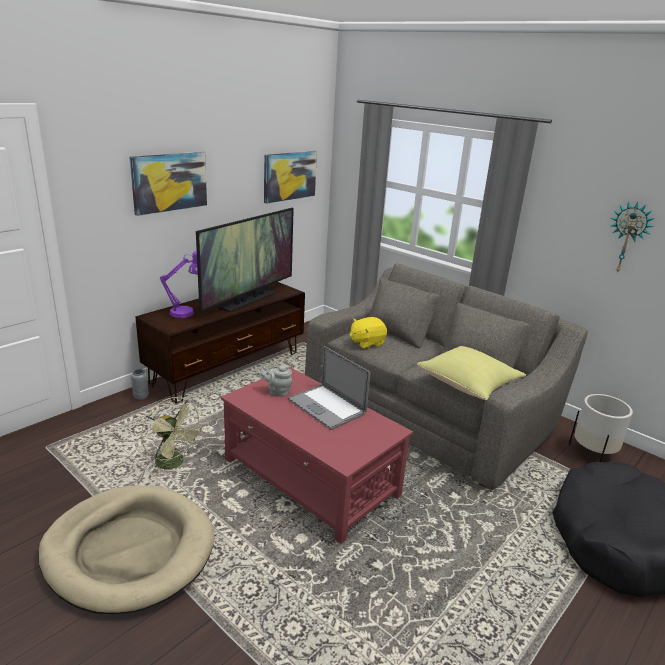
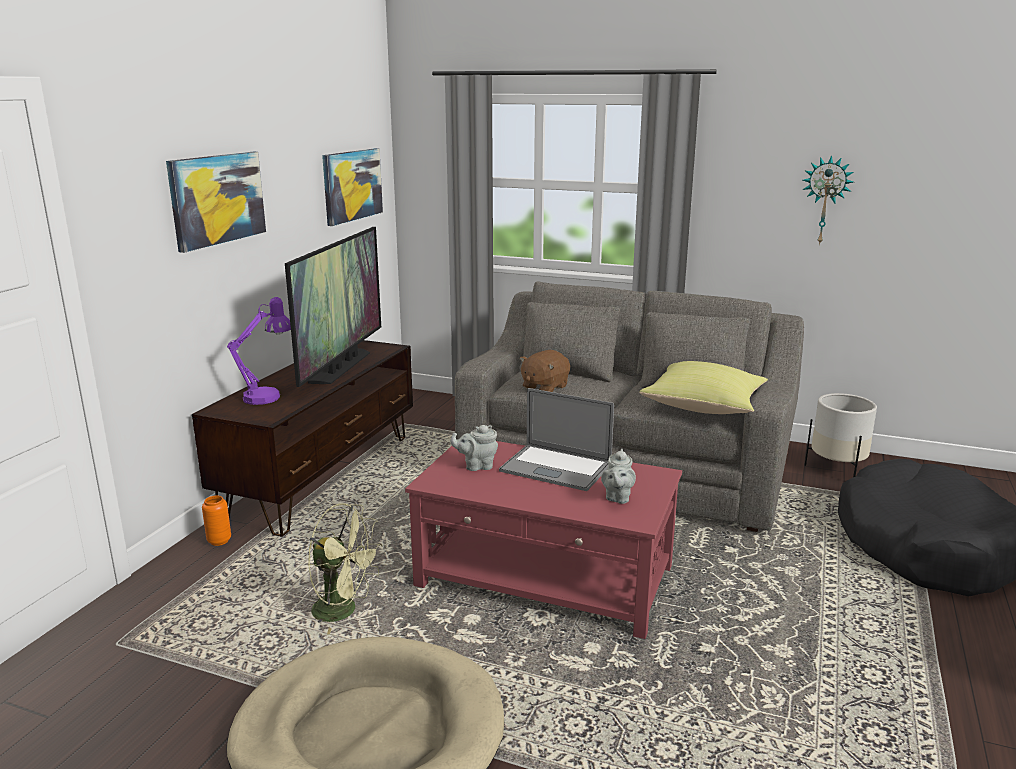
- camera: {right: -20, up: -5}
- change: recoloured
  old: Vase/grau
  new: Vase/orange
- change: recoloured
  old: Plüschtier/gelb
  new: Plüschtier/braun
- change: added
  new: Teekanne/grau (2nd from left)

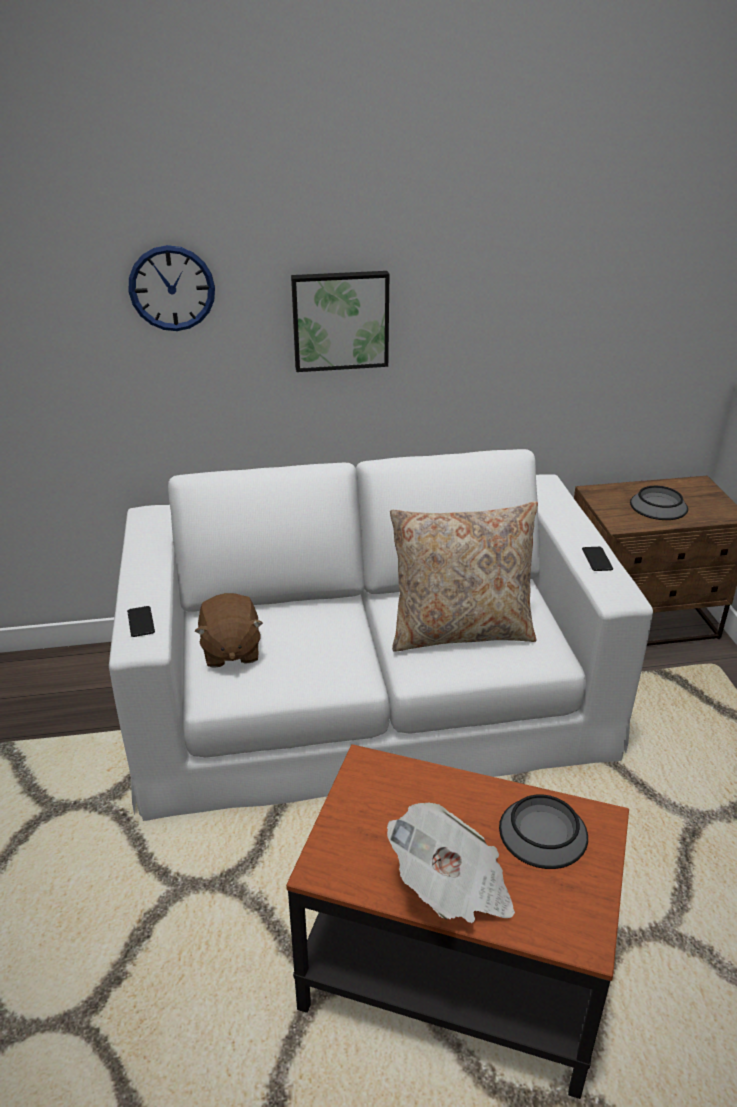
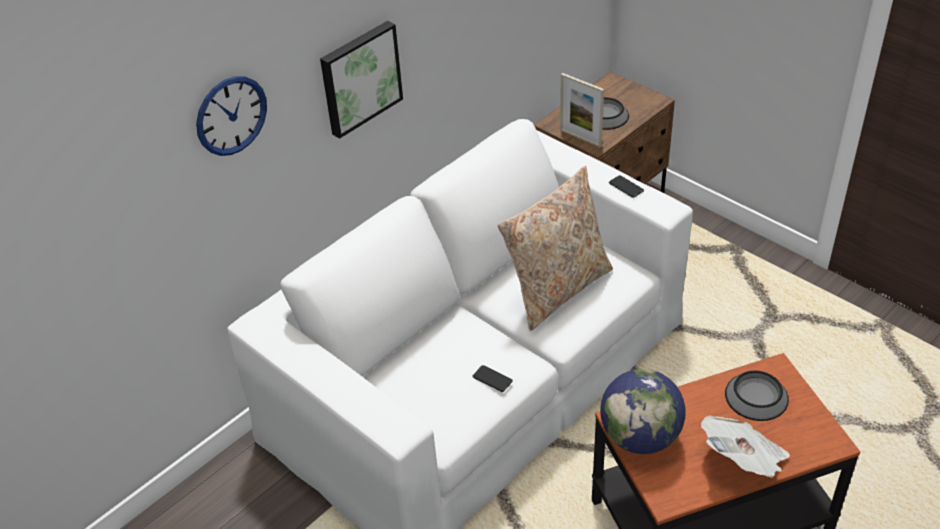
- camera: {right: -35, up: 10}
- change: moved
  old: Handy (1st from left)
- change: added
  new: Bilderrahmen
- change: added
  new: Globus
- change: removed
  old: Plüschtier/braun

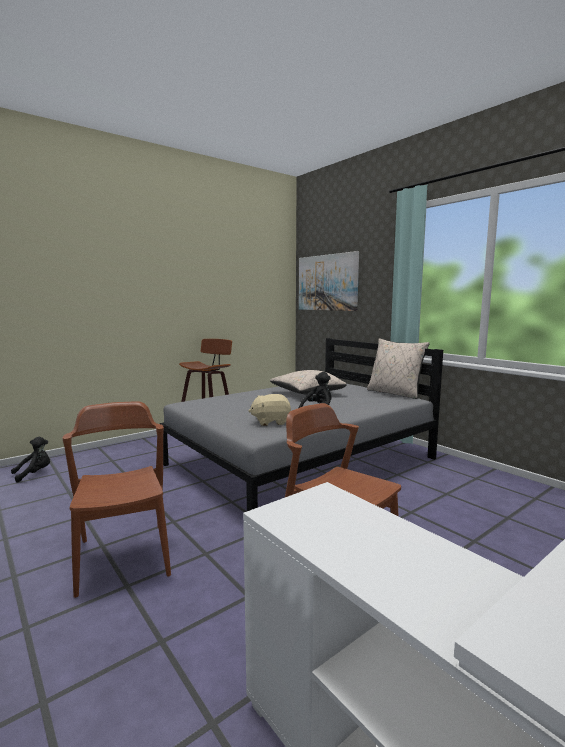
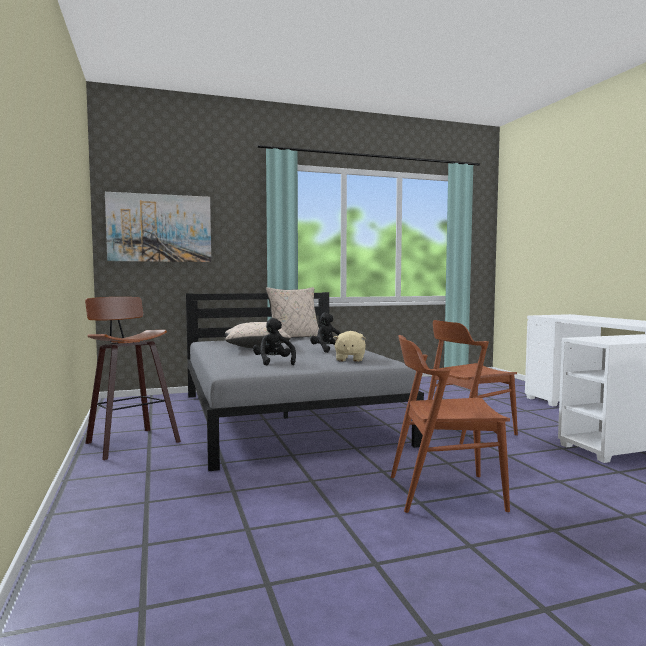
- camera: {right: -70, up: -5}
- change: moved
  old: Plüschtier/schwarz (1st from left)

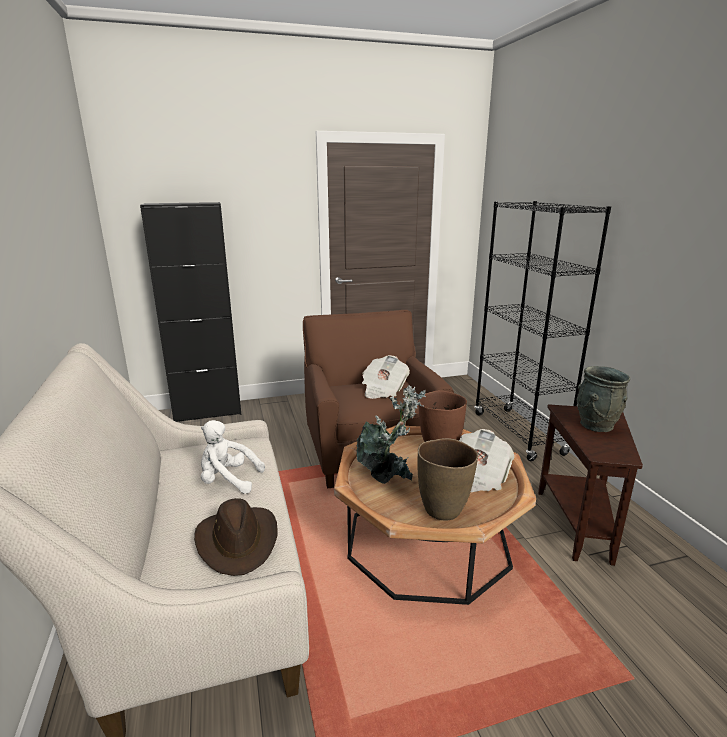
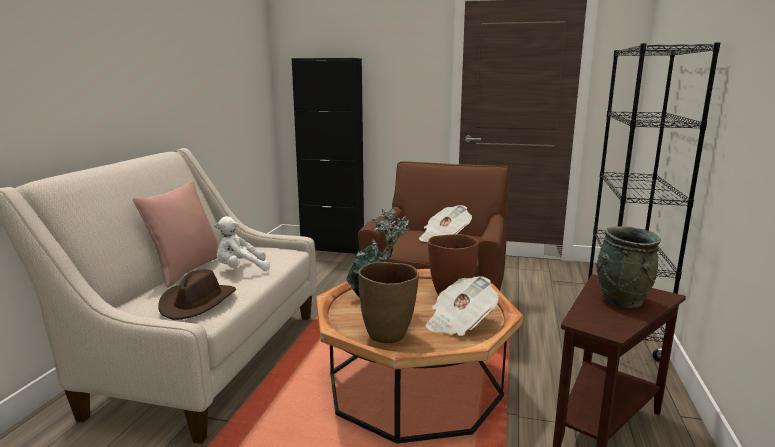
- camera: {right: 30, up: -5}
- change: added
  new: Kissen/rosa
- change: turned
  old: Plüschtier/weiß
  degrees: -60

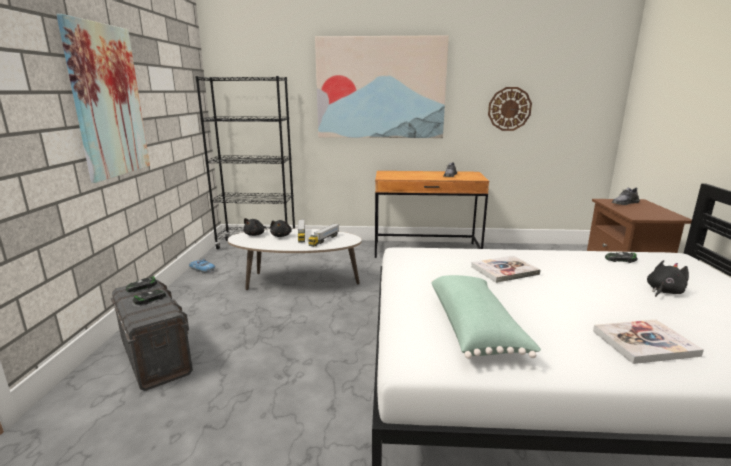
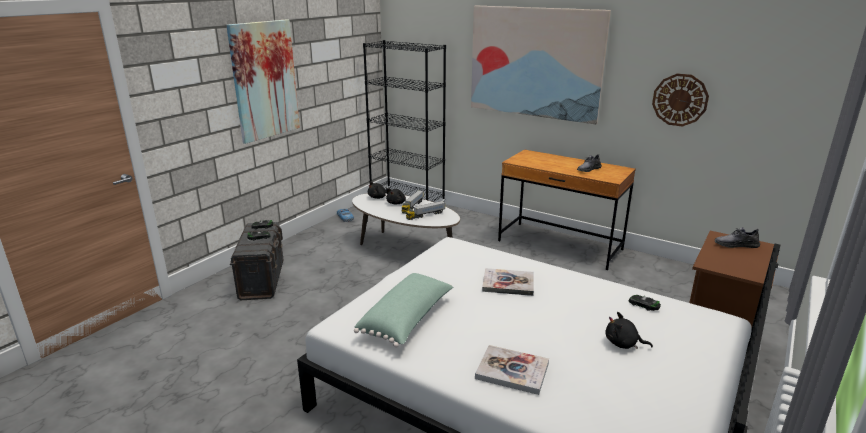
- camera: {right: 30, up: 5}
- change: turned
  old: Plüschtier/schwarz (3rd from left)
  degrees: -150

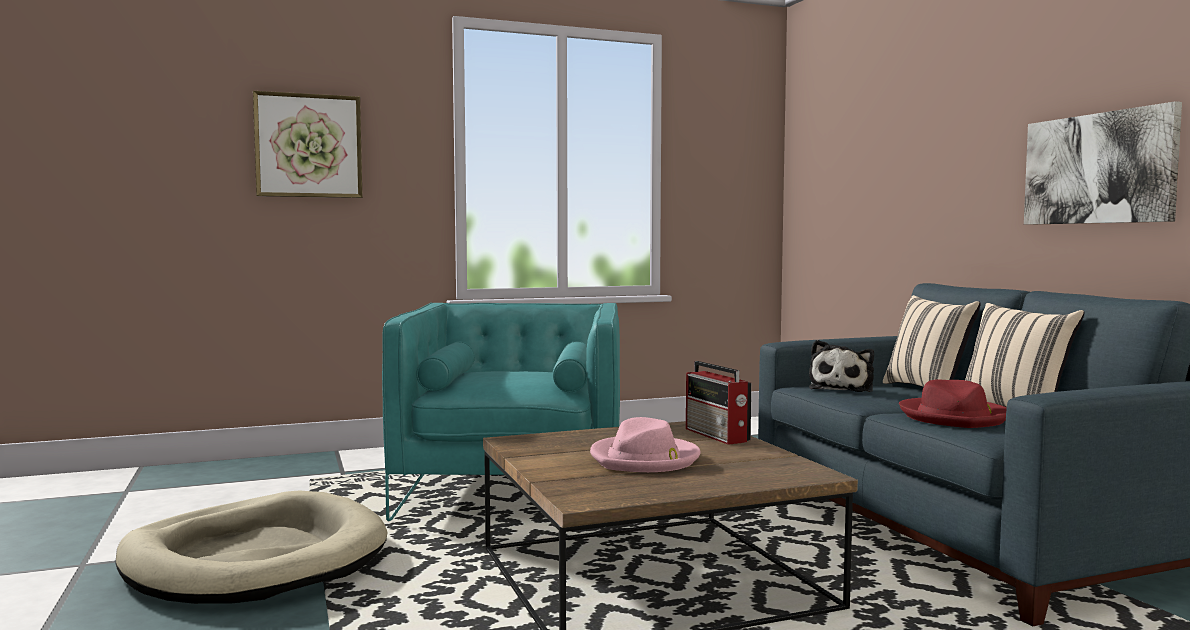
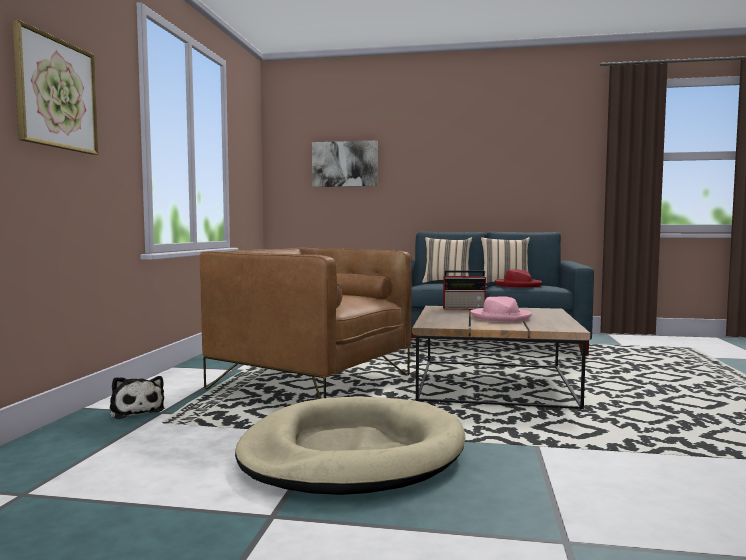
- camera: {right: -60, up: 0}
- change: moved
  old: Plüschtier
- change: recoloured
  old: Sessel/türkis
  new: Sessel/braun
- change: moved
  old: Bild (2nd from left)

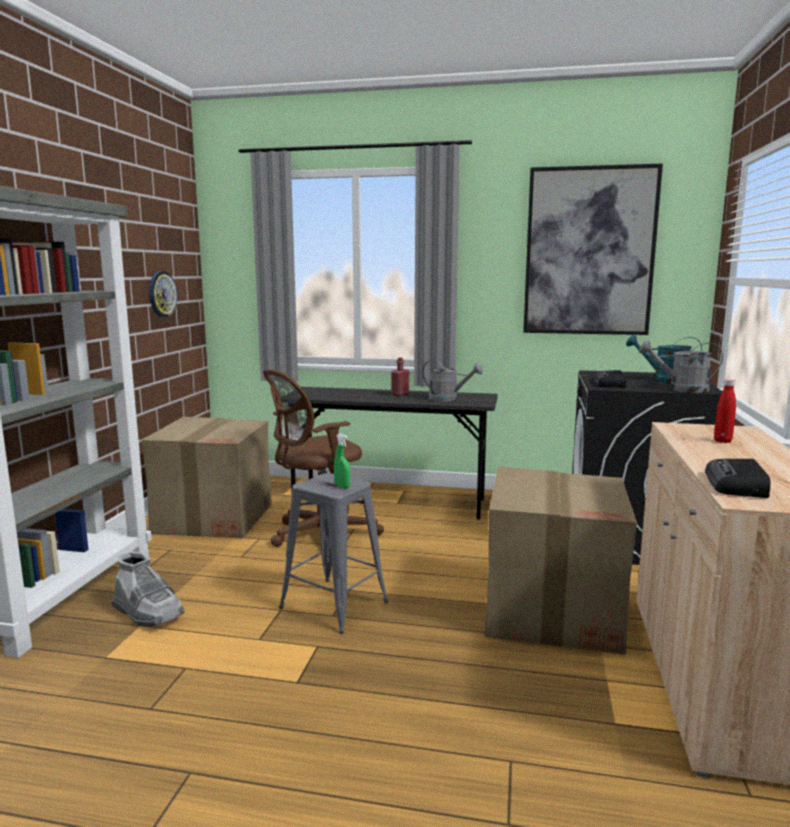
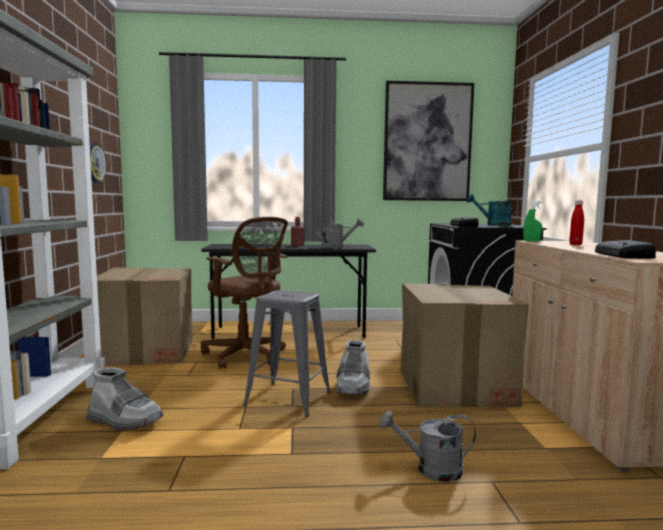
- camera: {right: -15, up: -5}
- change: turned
  old: Bürostuhl/braun
  degrees: -90
- change: added
  new: Stiefel/grau (2nd from left)
- change: moved
  old: Gießkanne/grau (2nd from left)
- change: moved
  old: Sprühflasche/grün

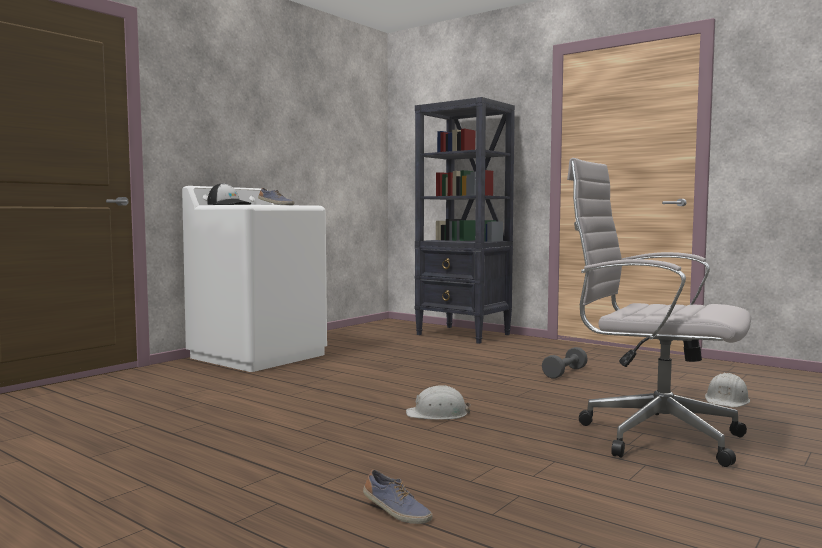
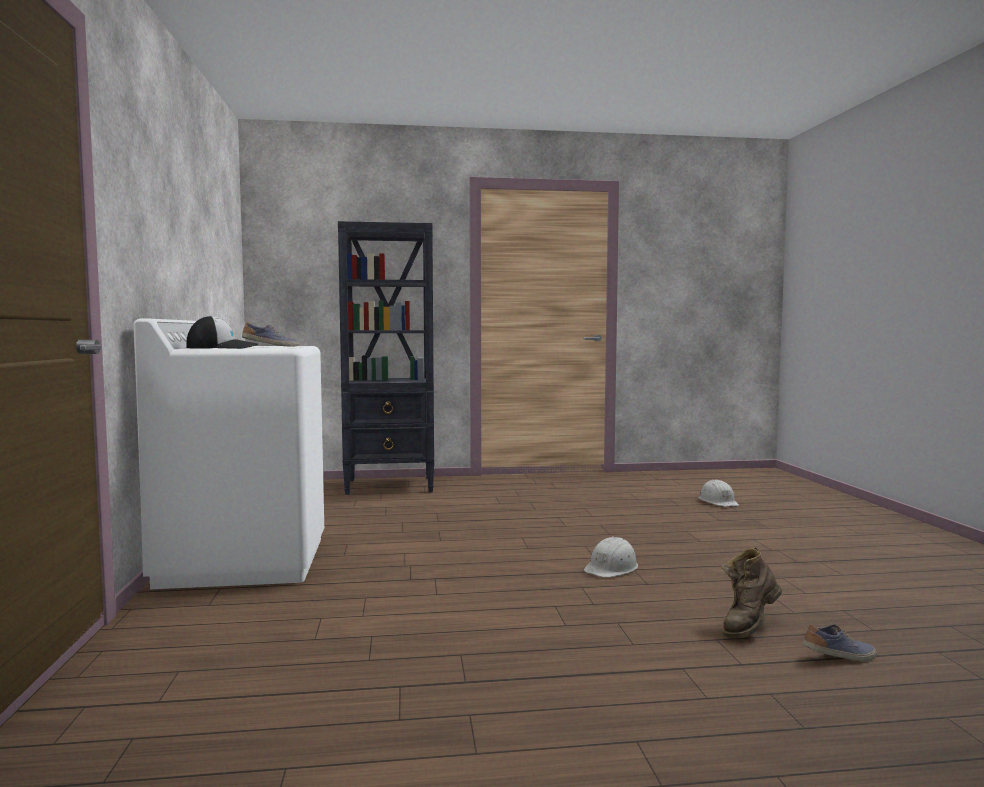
- camera: {right: -45, up: 0}
- change: added
  new: Stiefel/braun
- change: removed
  old: Hantel/grau
- change: removed
  old: Bürostuhl/weiß

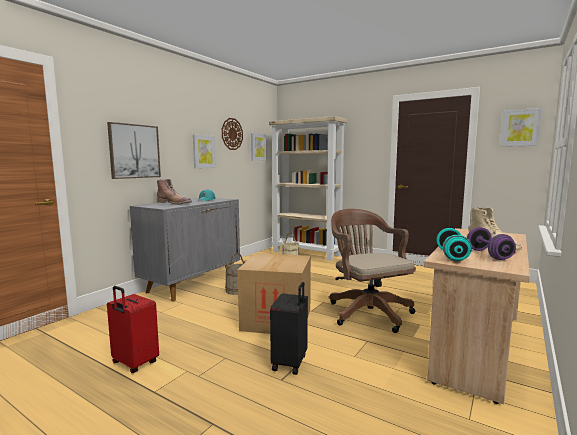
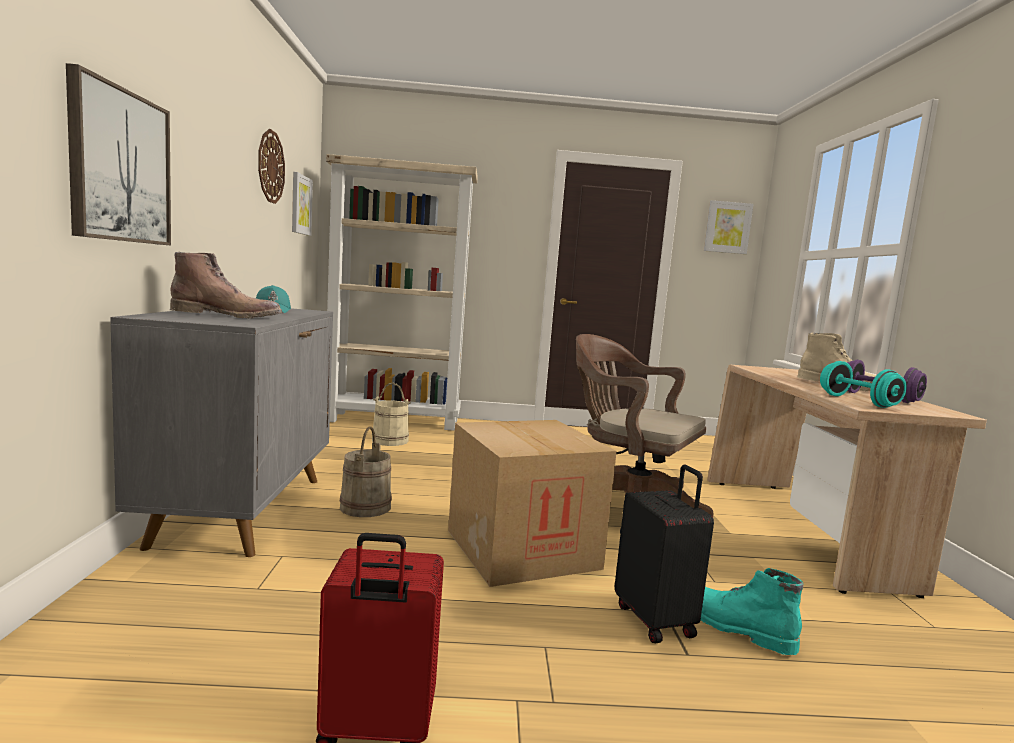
- camera: {right: -35, up: 0}
- change: added
  new: Stiefel/türkis
- change: removed
  old: Bild (2nd from left)

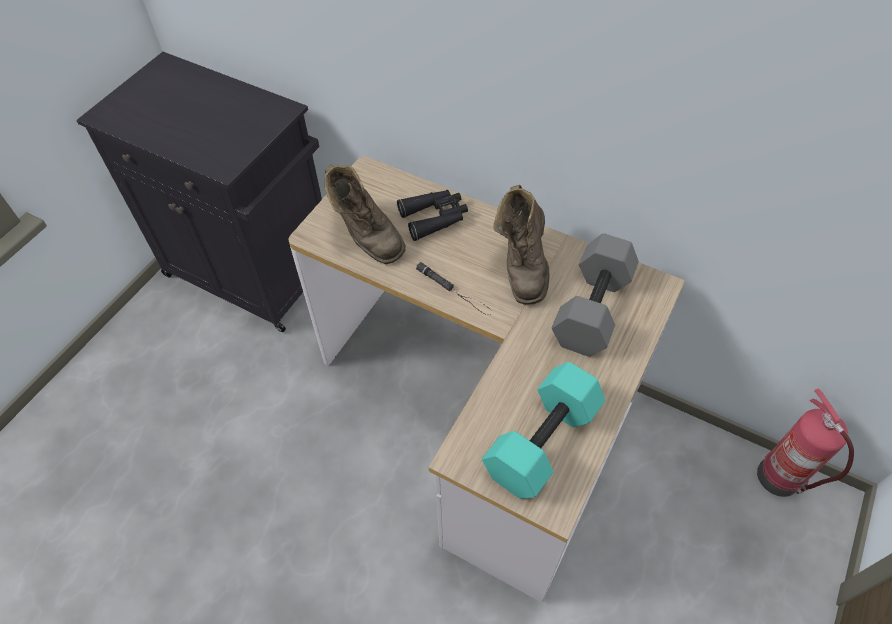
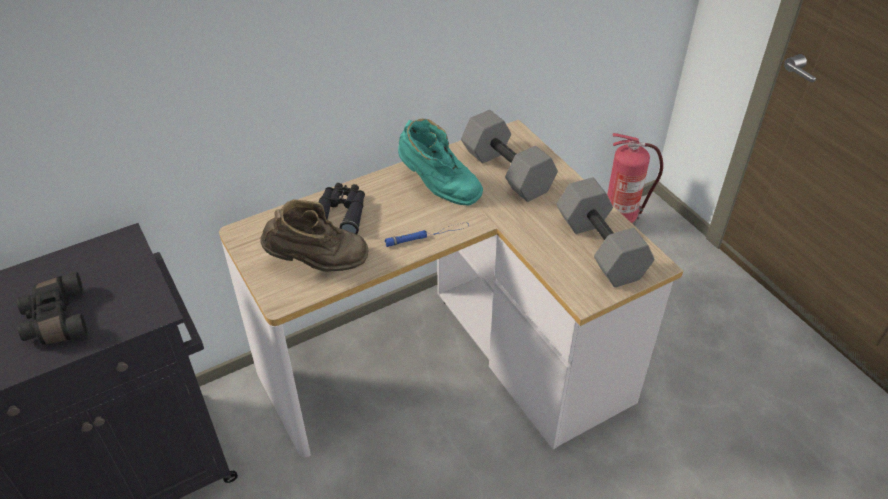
- camera: {right: -60, up: -10}
- change: added
  new: Fernglas/schwarz (1st from left)
- change: recoloured
  old: Taschenlampe/schwarz
  new: Taschenlampe/blau
- change: recoloured
  old: Stiefel/braun (2nd from left)
  new: Stiefel/türkis
- change: recoloured
  old: Hantel/türkis
  new: Hantel/grau (2nd from left)

